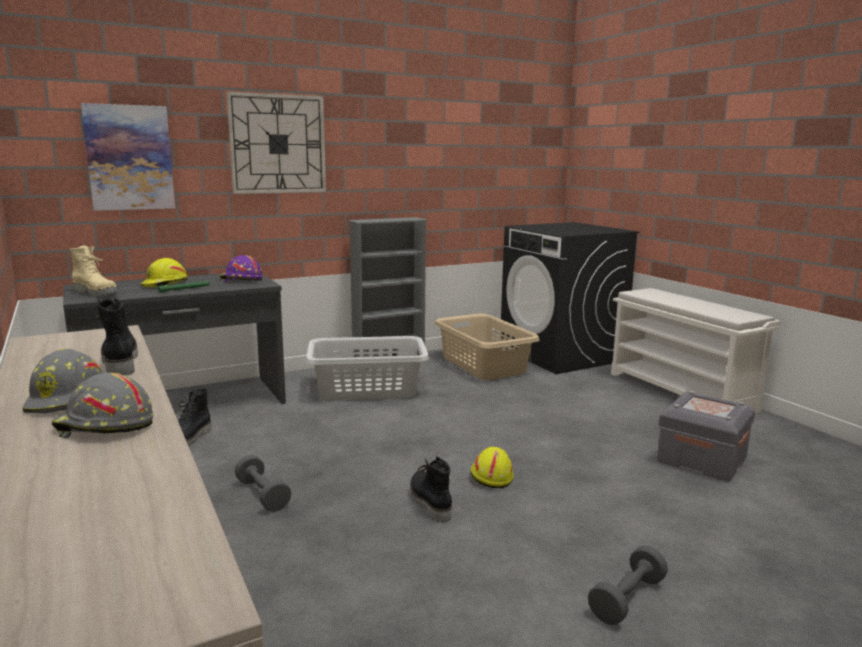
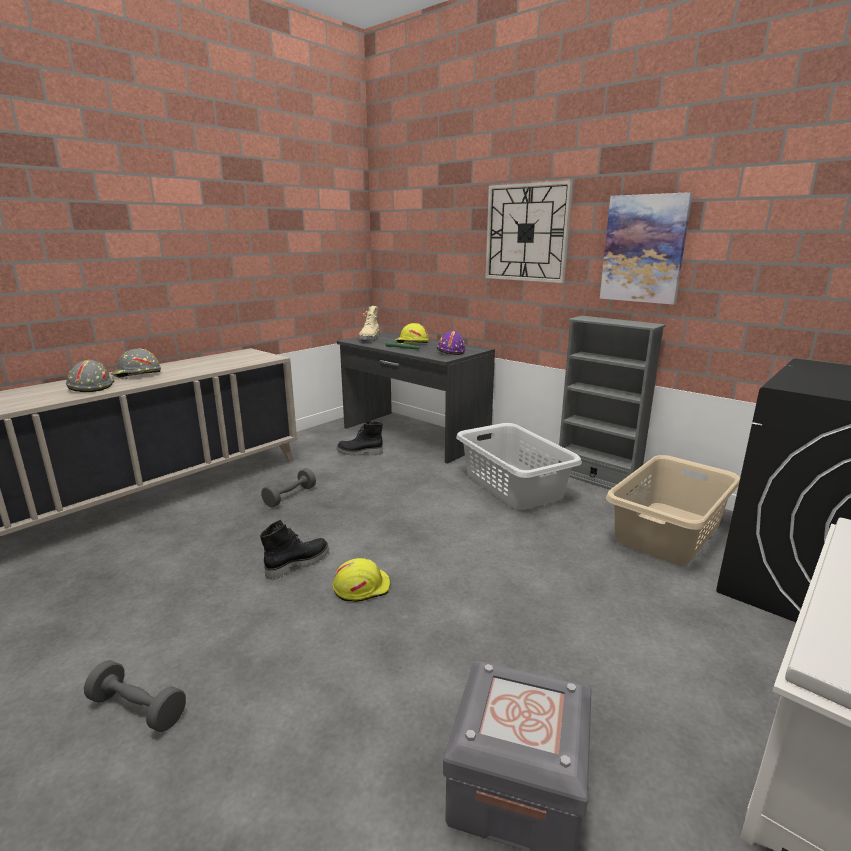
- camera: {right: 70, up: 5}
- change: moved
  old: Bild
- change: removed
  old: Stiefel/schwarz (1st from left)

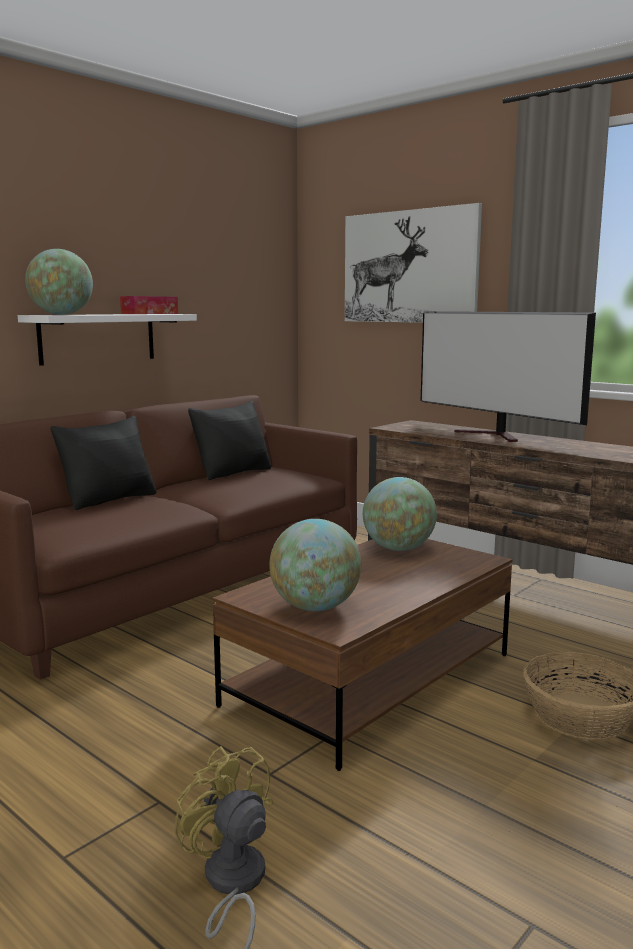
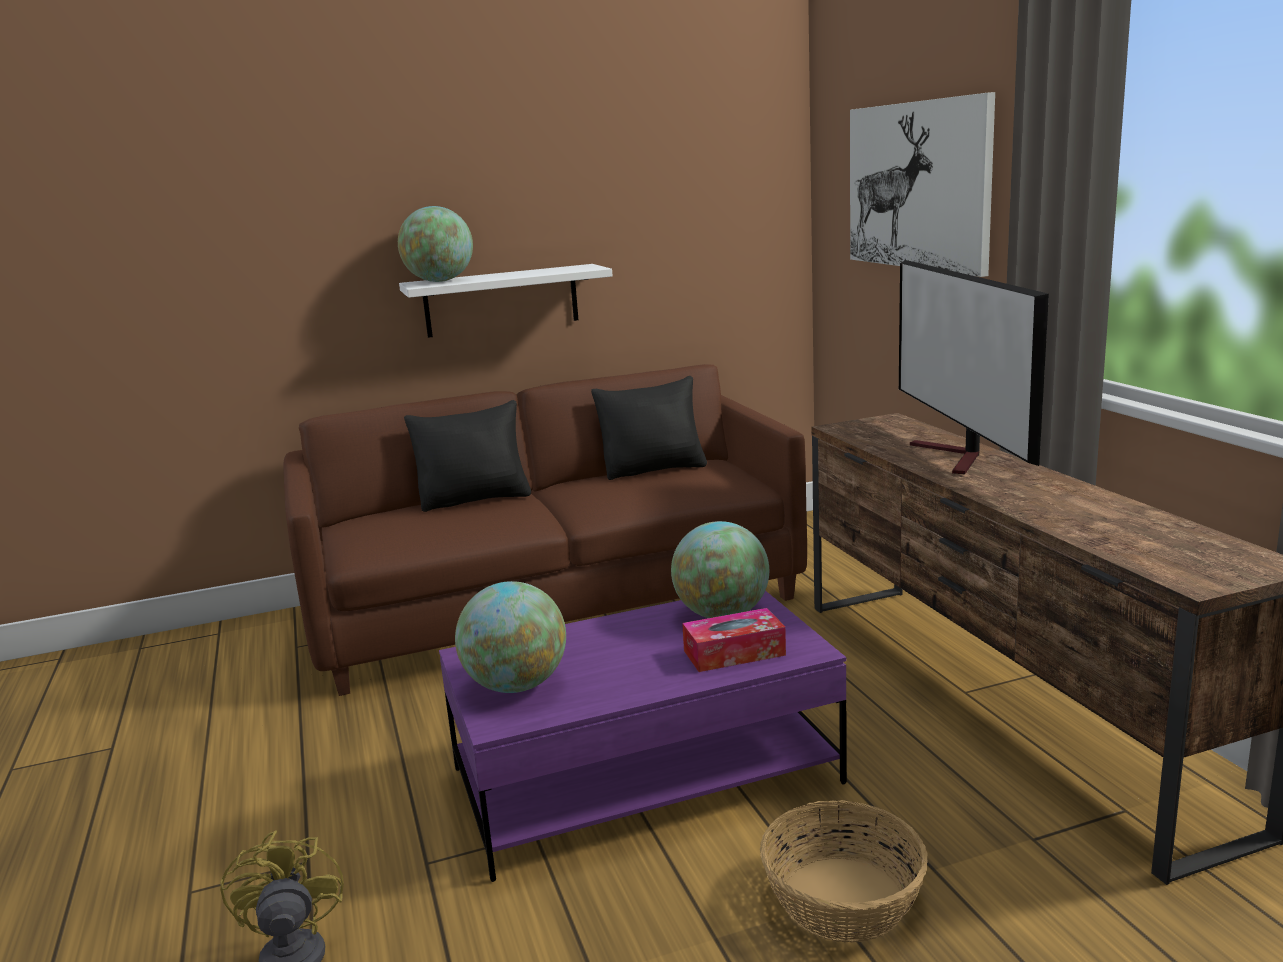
- camera: {right: 30, up: 5}
- change: recoloured
  old: Couchtisch/braun
  new: Couchtisch/lila
- change: moved
  old: Taschentuchbox

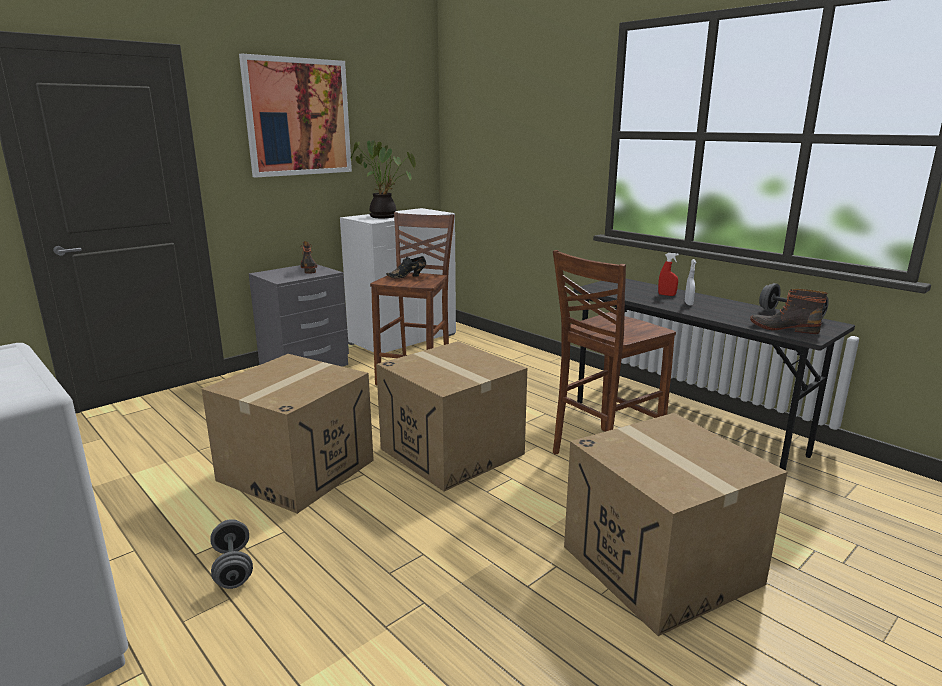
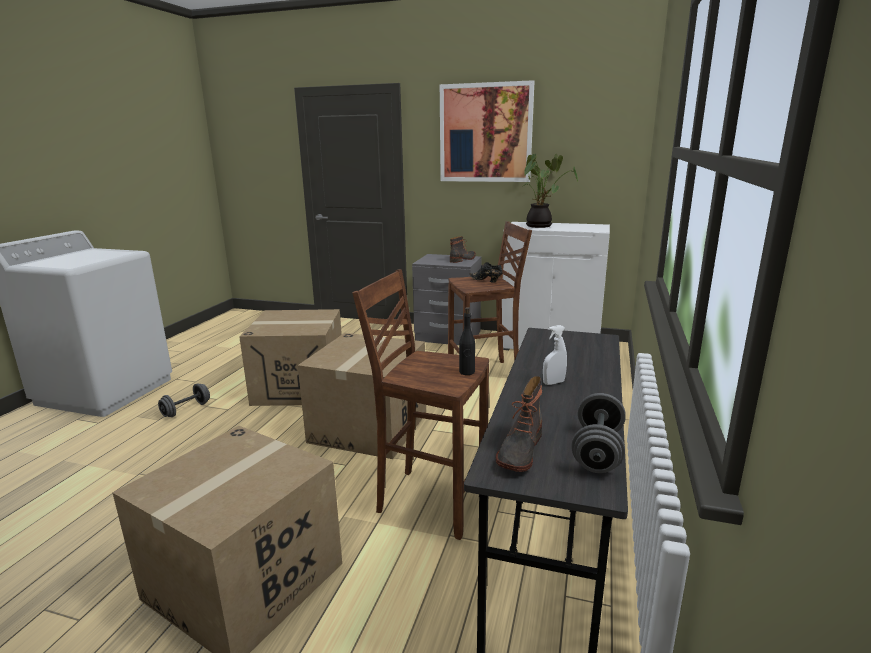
- camera: {right: 60, up: 0}
- change: added
  new: Flasche/schwarz
- change: turned
  old: Stiefel (2nd from left)
  degrees: -150
- change: removed
  old: Sprühflasche/rot

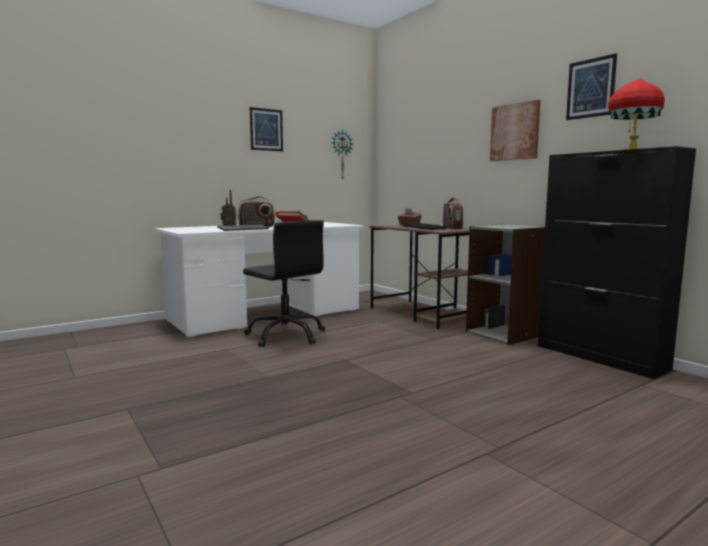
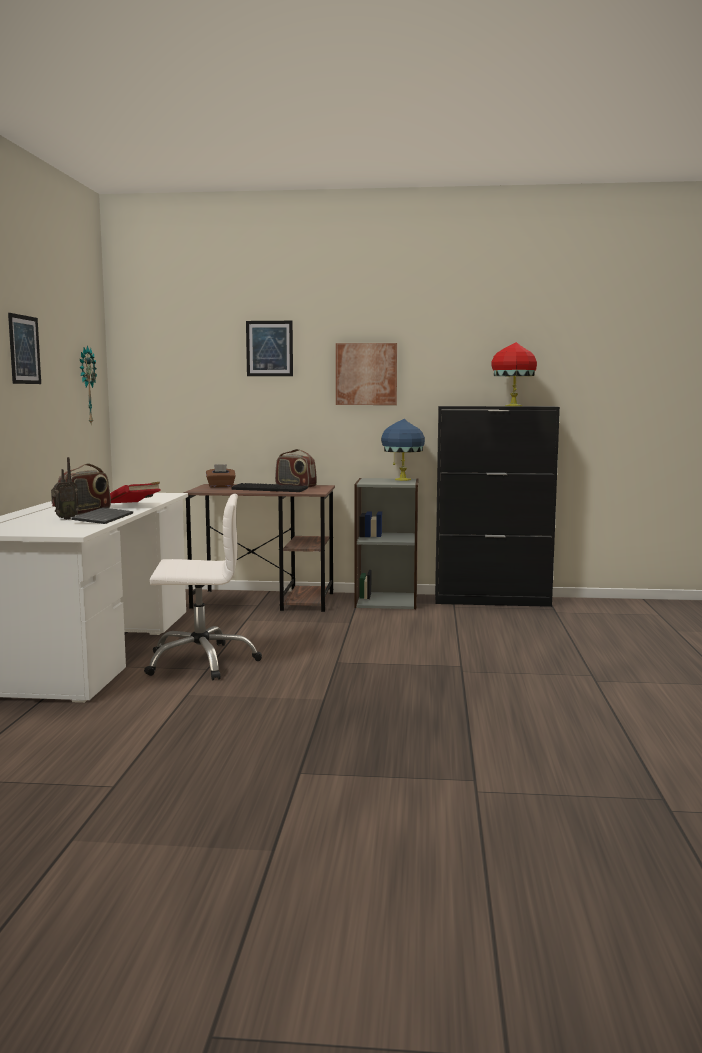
- camera: {right: -50, up: 0}
- change: recoloured
  old: Bürostuhl/schwarz
  new: Bürostuhl/weiß
- change: moved
  old: Bild (3rd from left in the first image)
  new: Bild (2nd from left)
- change: added
  new: Tischlampe/blau

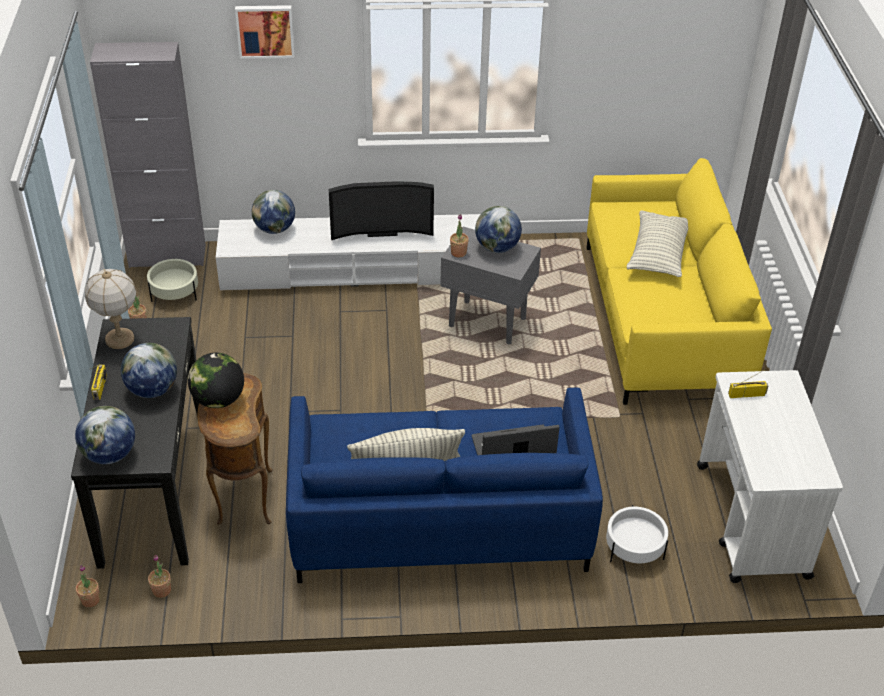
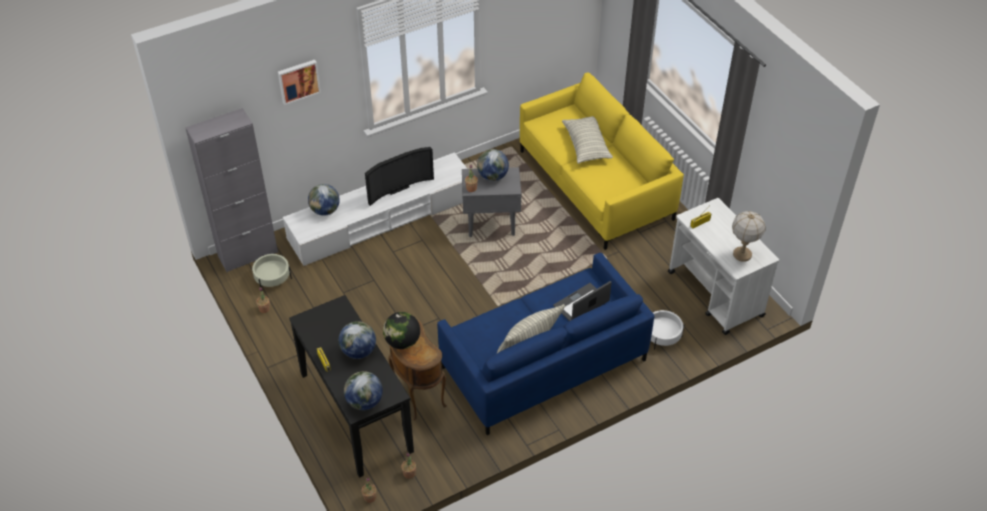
- camera: {right: -25, up: 5}
- change: moved
  old: Tischlampe

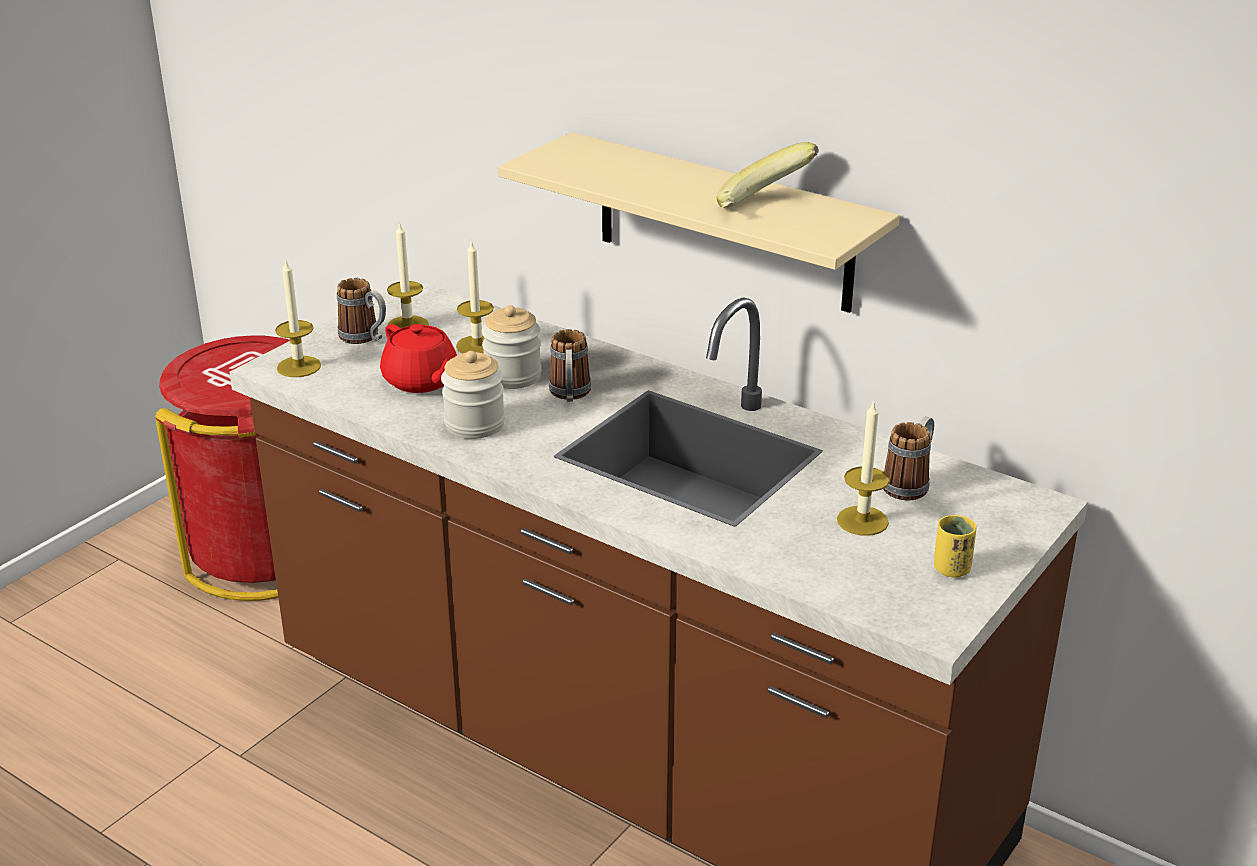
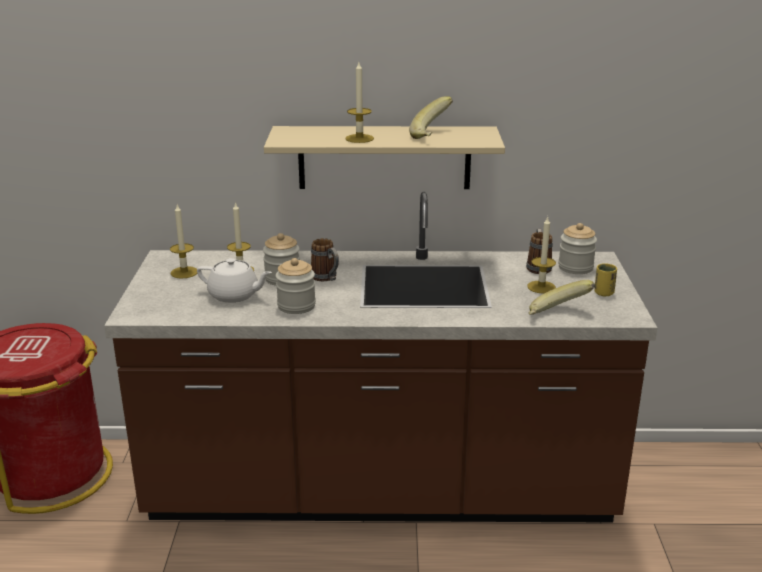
- camera: {right: -35, up: -5}
- change: recoloured
  old: Teekanne/rot
  new: Teekanne/weiß
- change: moved
  old: Kerze (1st from left in the first image)
  new: Kerze (3rd from left)
- change: added
  new: Banane (2nd from left)
- change: added
  new: Vorratsglas (3rd from left)
- change: removed
  old: Henkelbecher (1st from left)

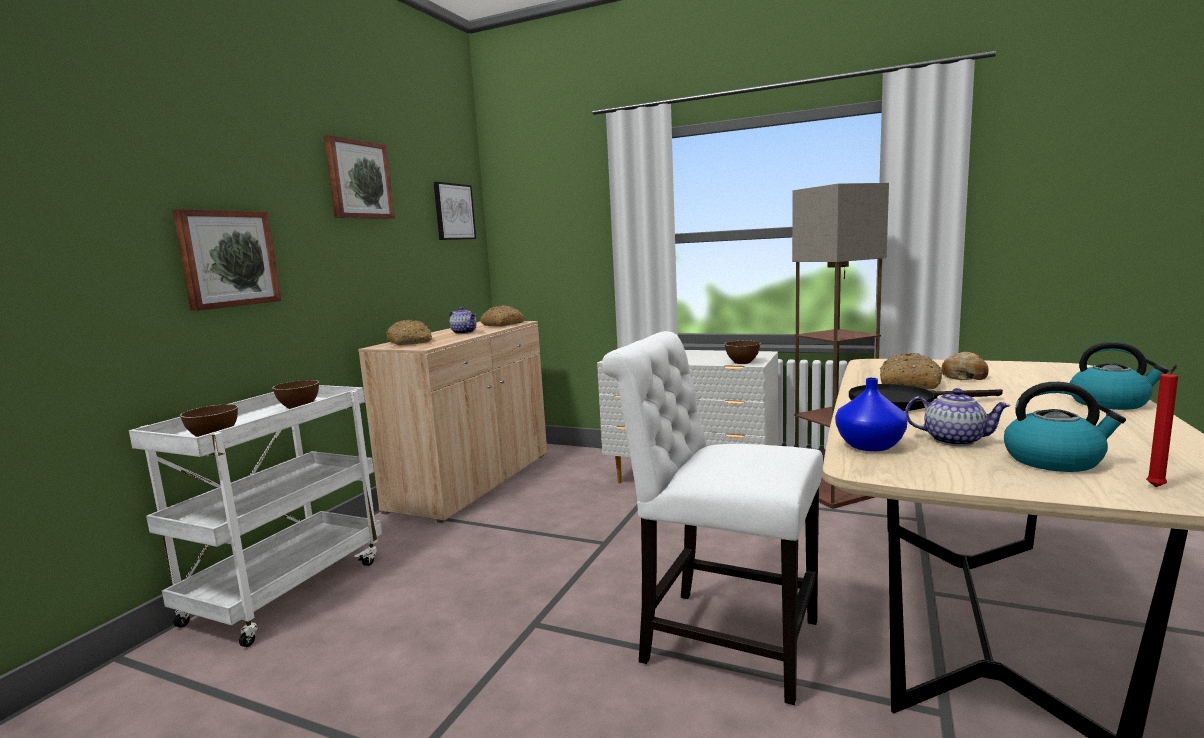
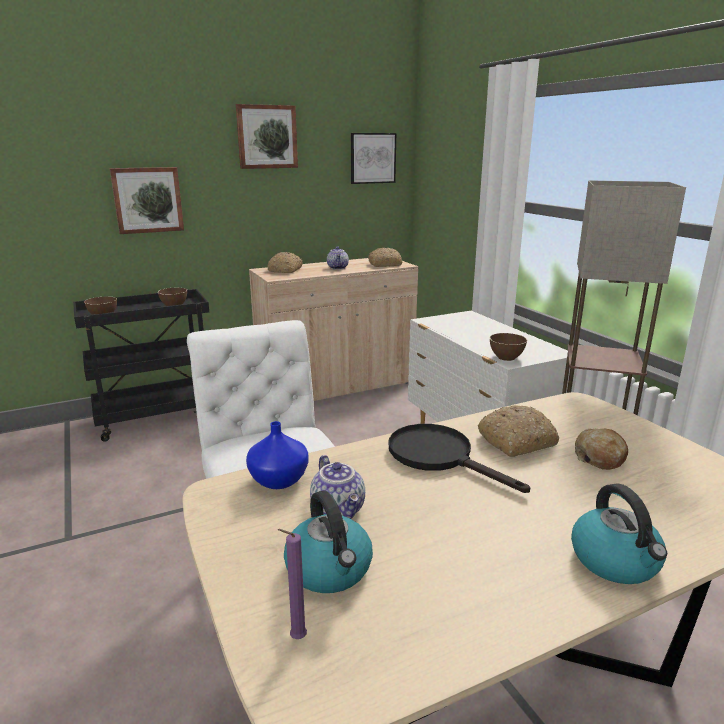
- camera: {right: 40, up: 10}
- change: recoloured
  old: Rollwagen/weiß
  new: Rollwagen/schwarz
- change: recoloured
  old: Kerze/rot
  new: Kerze/lila

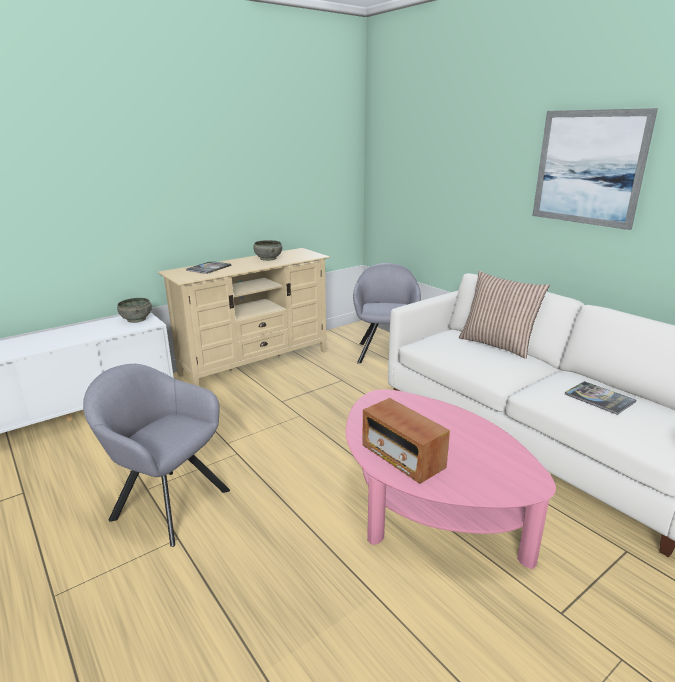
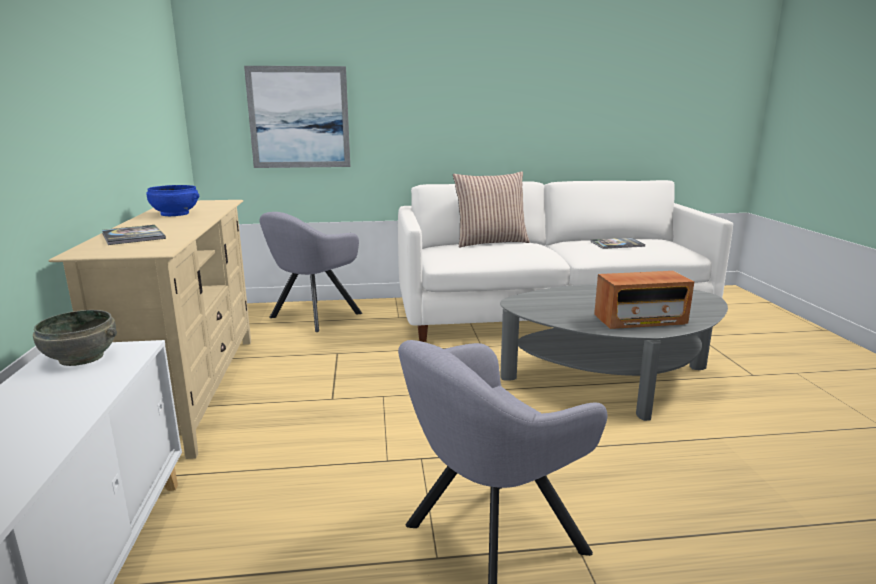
- camera: {right: -60, up: -5}
- change: recoloured
  old: Schüssel/grau (2nd from left)
  new: Schüssel/blau
- change: moved
  old: Bild
- change: turned
  old: Sessel/grau (2nd from left in the first image)
  degrees: -90
- change: recoloured
  old: Couchtisch/rosa
  new: Couchtisch/grau

